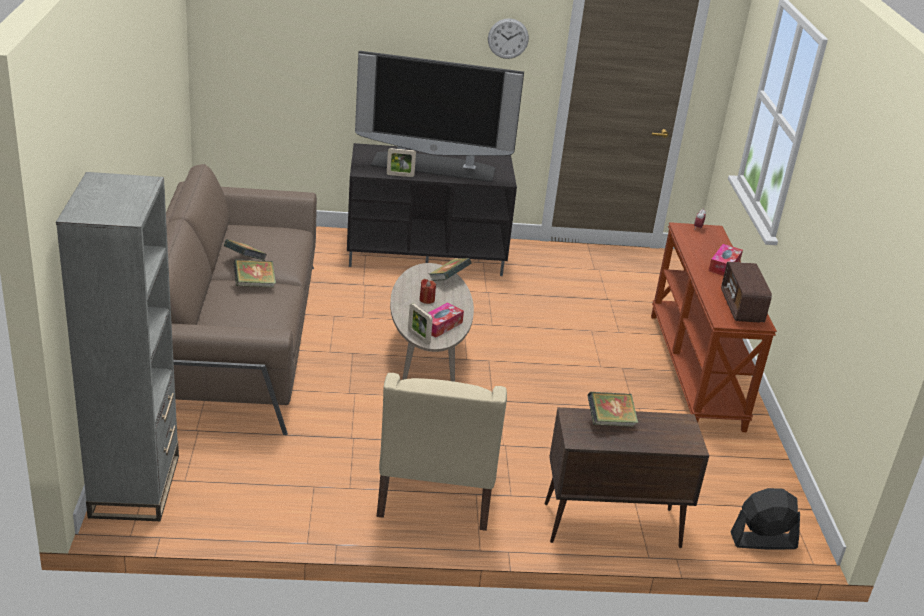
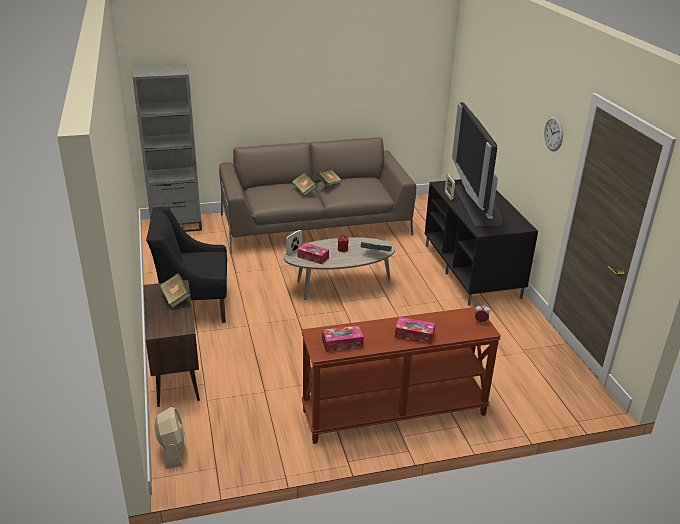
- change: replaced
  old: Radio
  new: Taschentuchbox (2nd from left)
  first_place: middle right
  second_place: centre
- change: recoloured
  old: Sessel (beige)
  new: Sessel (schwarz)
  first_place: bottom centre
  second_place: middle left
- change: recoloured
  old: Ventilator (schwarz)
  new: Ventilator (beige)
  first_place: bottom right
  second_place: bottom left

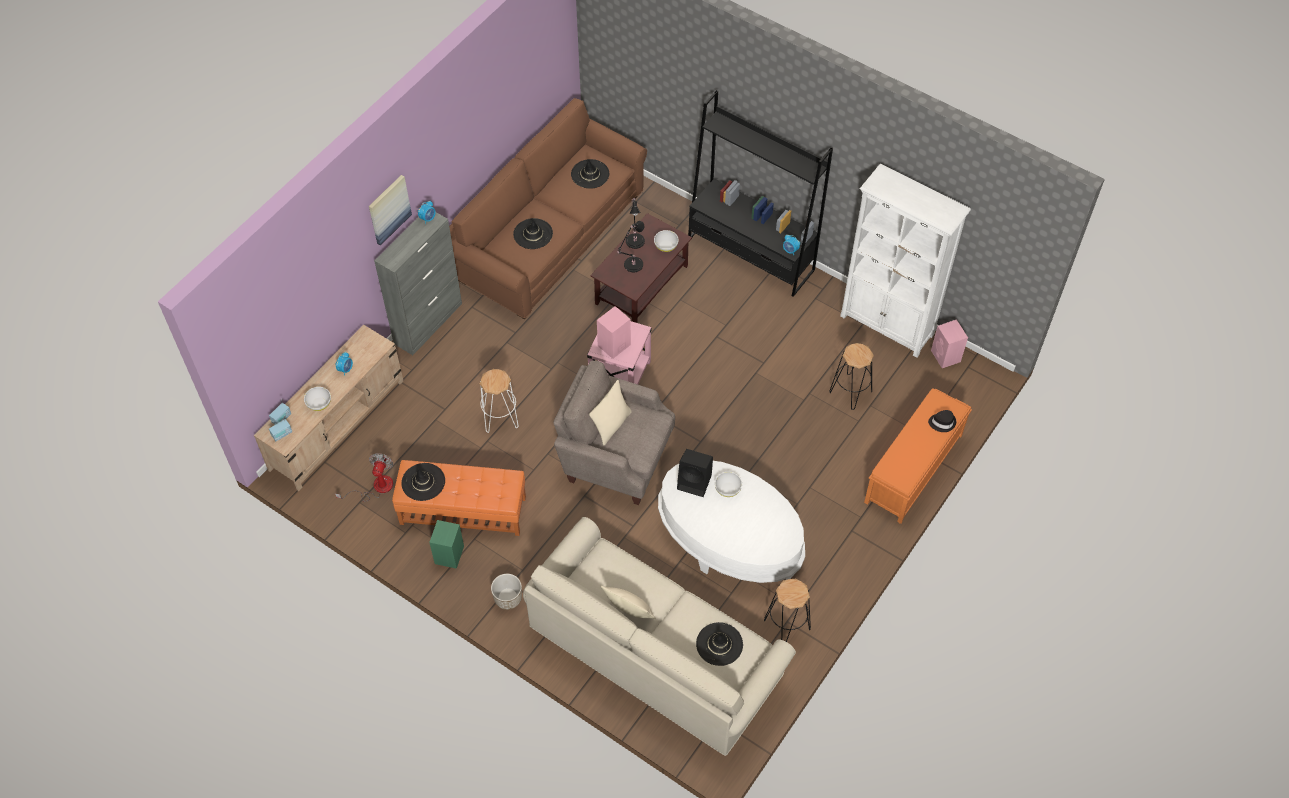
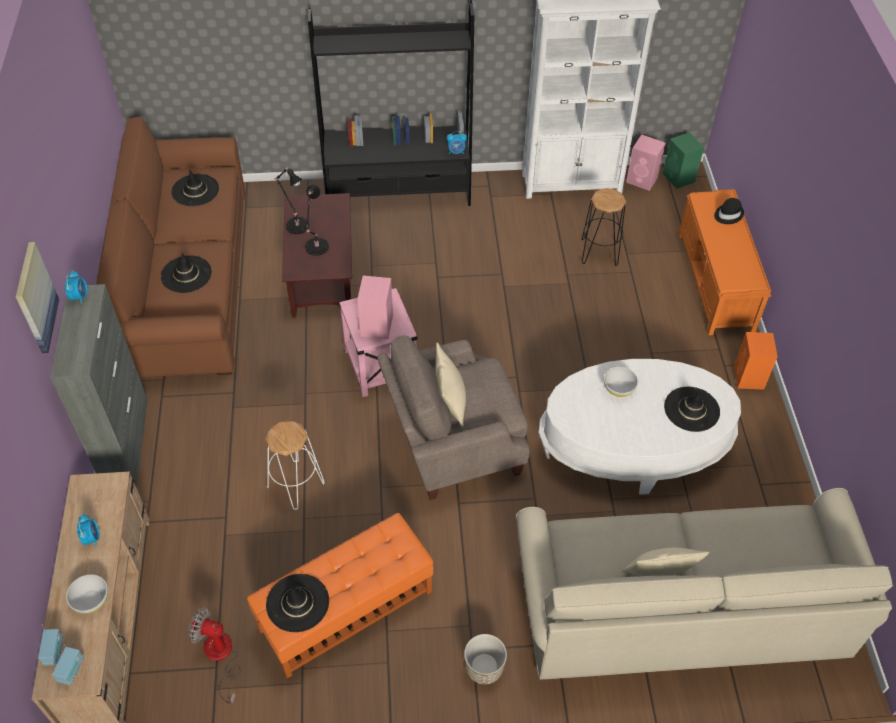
- change: removed
  old: Schüssel (weiß) (2nd from left)
  first_place: top centre
- change: removed
  old: Lautsprecher (schwarz)
  first_place: centre
- change: turned
  old: Ventilator
  first_place: middle left
  second_place: bottom left
  degrees: -45
- change: moved
  old: Lautsprecher (grün)
  first_place: bottom centre
  second_place: top right
- change: removed
  old: Hocker (schwarz) (1st from left)
  first_place: bottom centre
- change: moved
  old: Hut (schwarz) (4th from left)
  first_place: bottom centre
  second_place: middle right
- change: added
  new: Lautsprecher (orange)
  second_place: middle right

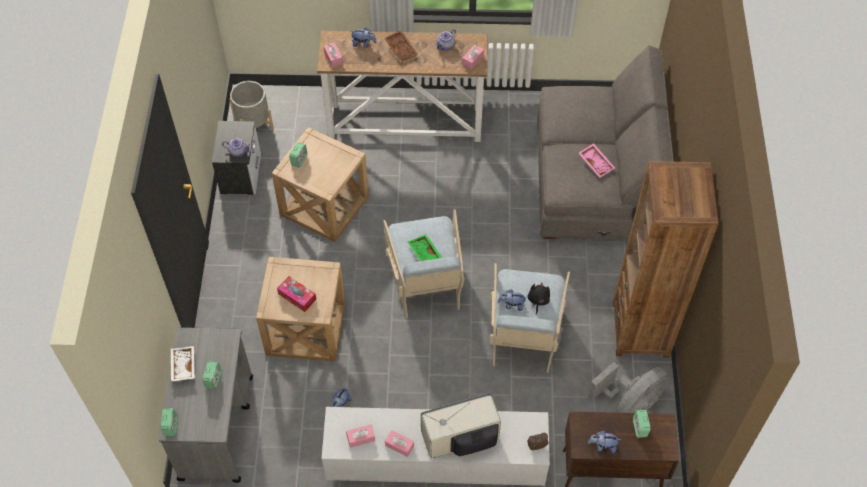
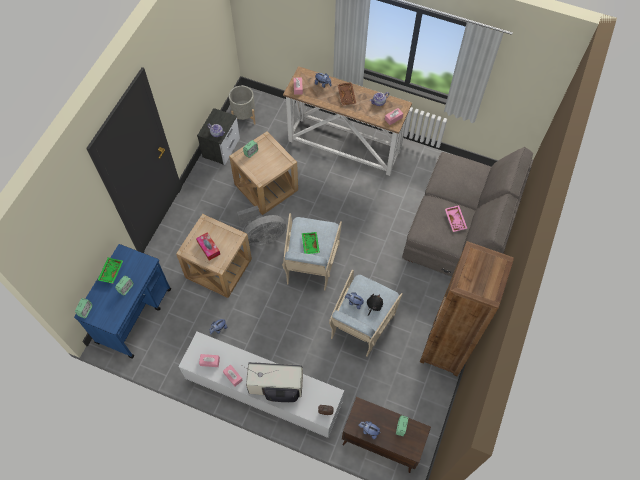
- change: recoloured
  old: Rollwagen (grau)
  new: Rollwagen (blau)
  first_place: bottom left
  second_place: middle left
- change: recoloured
  old: Tablett (weiß)
  new: Tablett (grün) (1st from left)
  first_place: bottom left
  second_place: middle left
- change: moved
  old: Ventilator (grau)
  first_place: bottom right
  second_place: centre

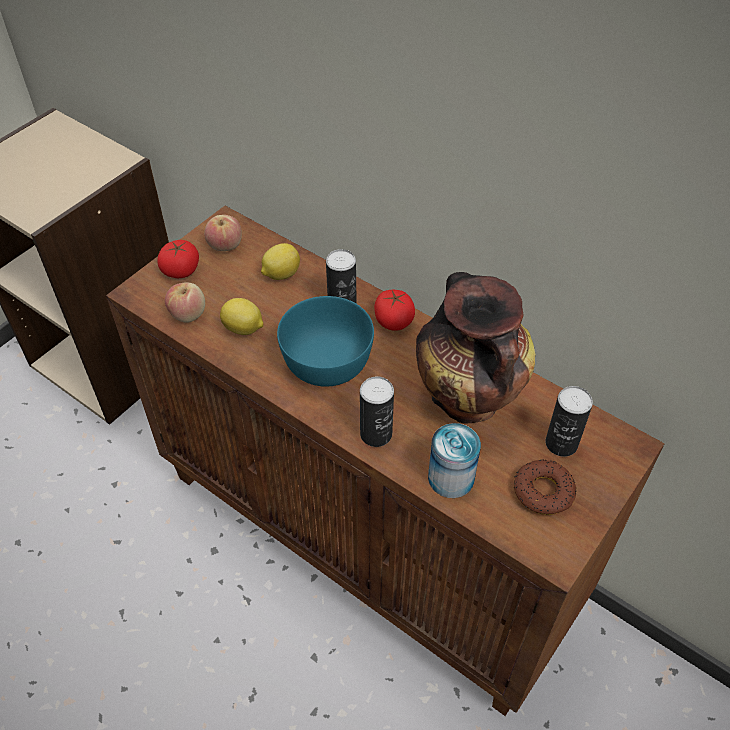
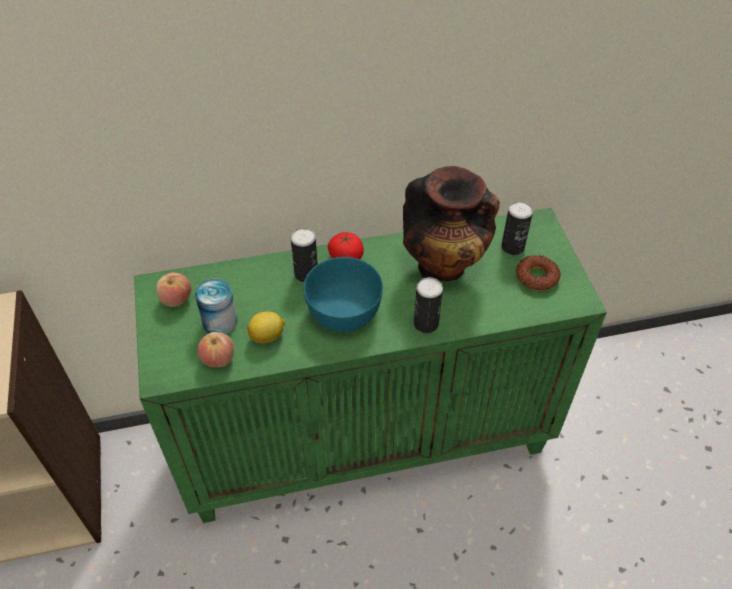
- change: recoloured
  old: Schrank (braun)
  new: Schrank (grün)
  first_place: centre
  second_place: centre
- change: removed
  old: Tomate (1st from left)
  first_place: middle left
- change: removed
  old: Zitrone (2nd from left)
  first_place: centre
- change: moved
  old: Dose (3rd from left in the first image)
  new: Dose (1st from left)
  first_place: centre
  second_place: middle left

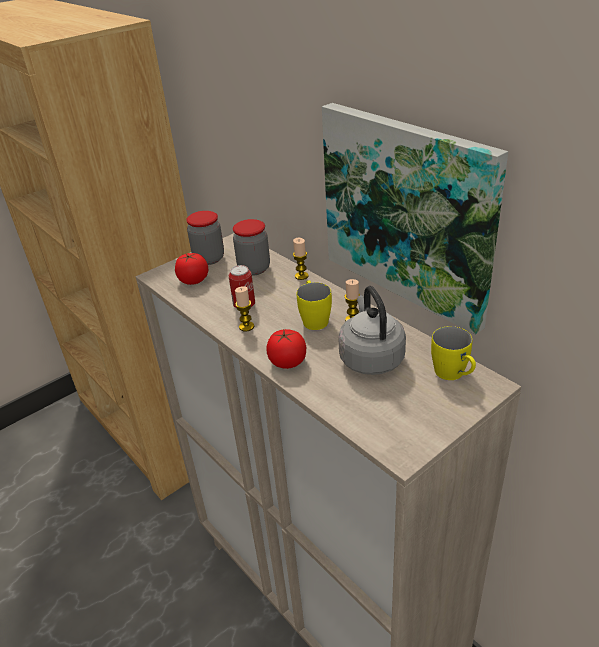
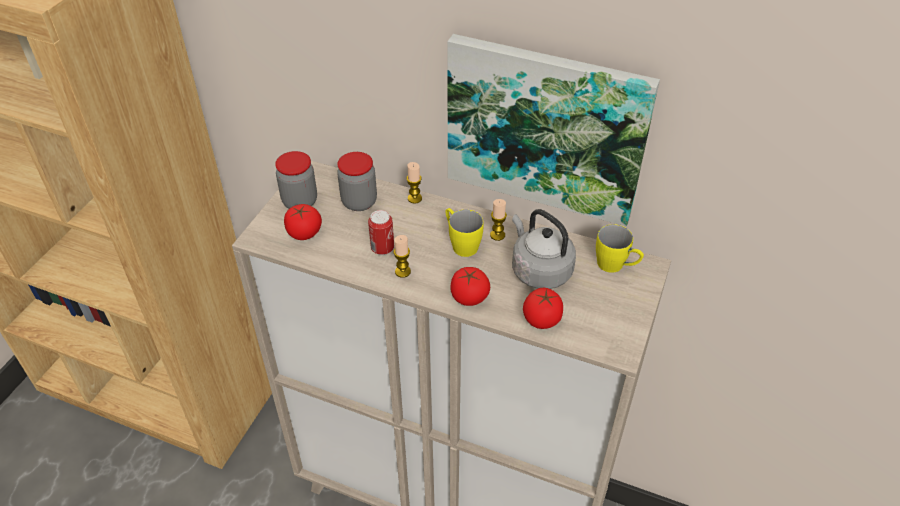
- change: added
  new: Tomate (3rd from left)
  second_place: centre

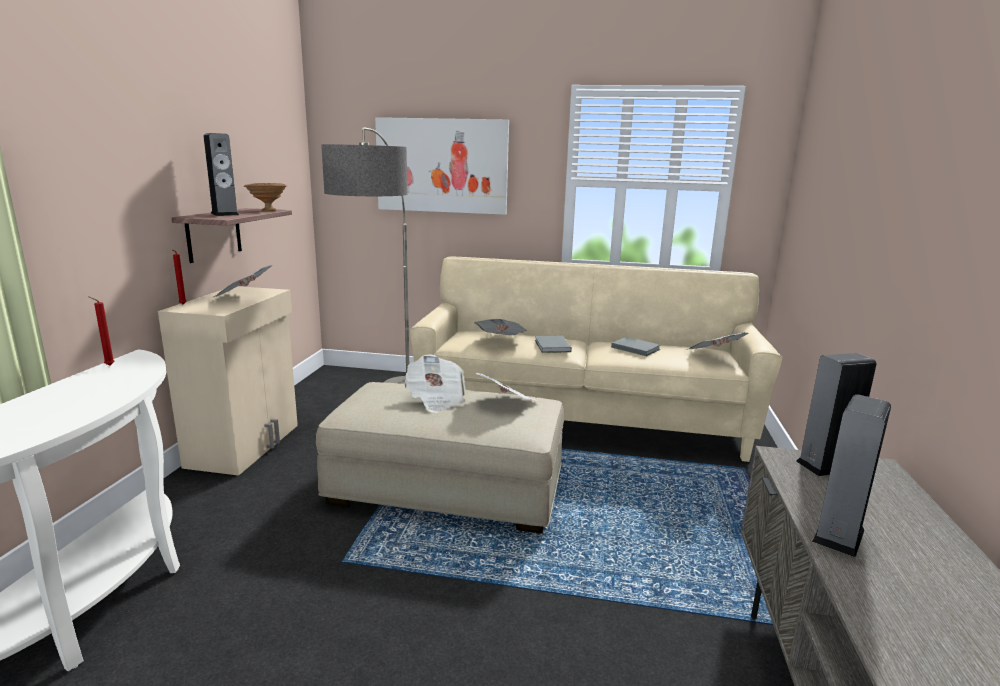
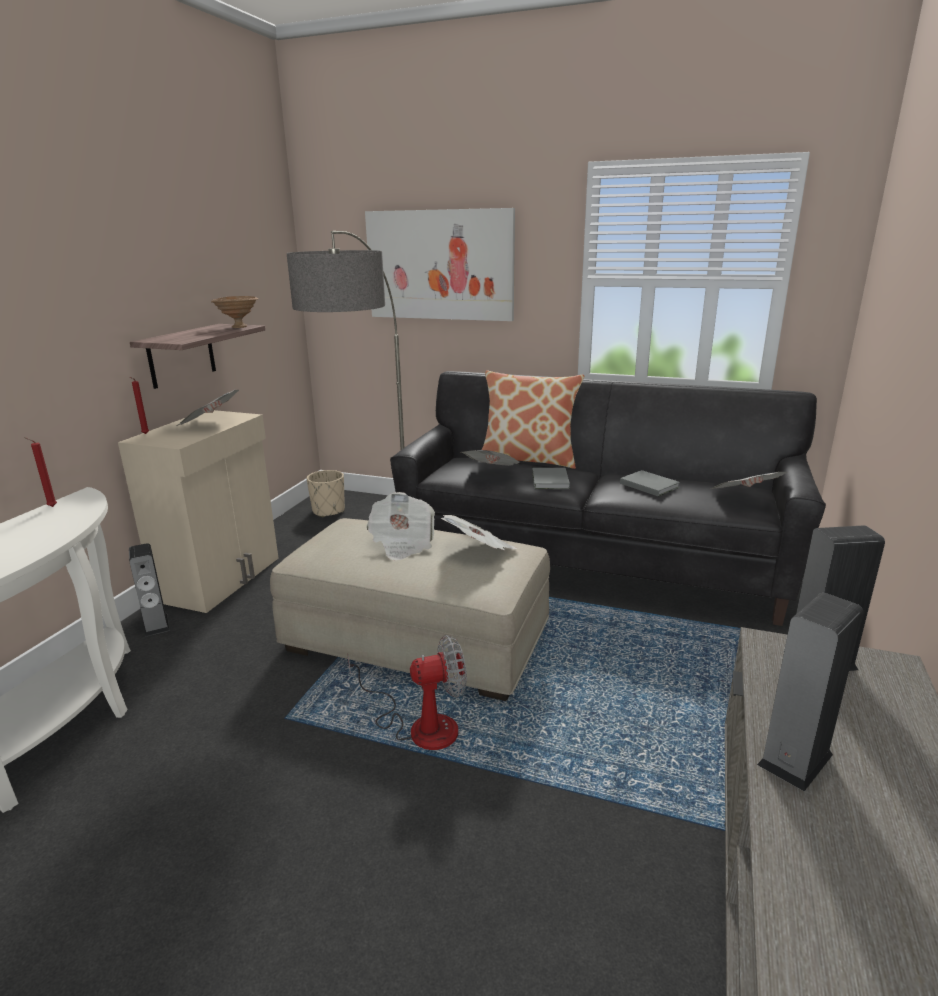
- change: moved
  old: Lautsprecher (1st from left)
  first_place: top left
  second_place: middle left
- change: recoloured
  old: Sofa (beige)
  new: Sofa (schwarz)
  first_place: centre
  second_place: centre
- change: added
  new: Kissen
  second_place: centre
- change: added
  new: Pflanzkübel (beige)
  second_place: centre
- change: added
  new: Ventilator
  second_place: bottom centre

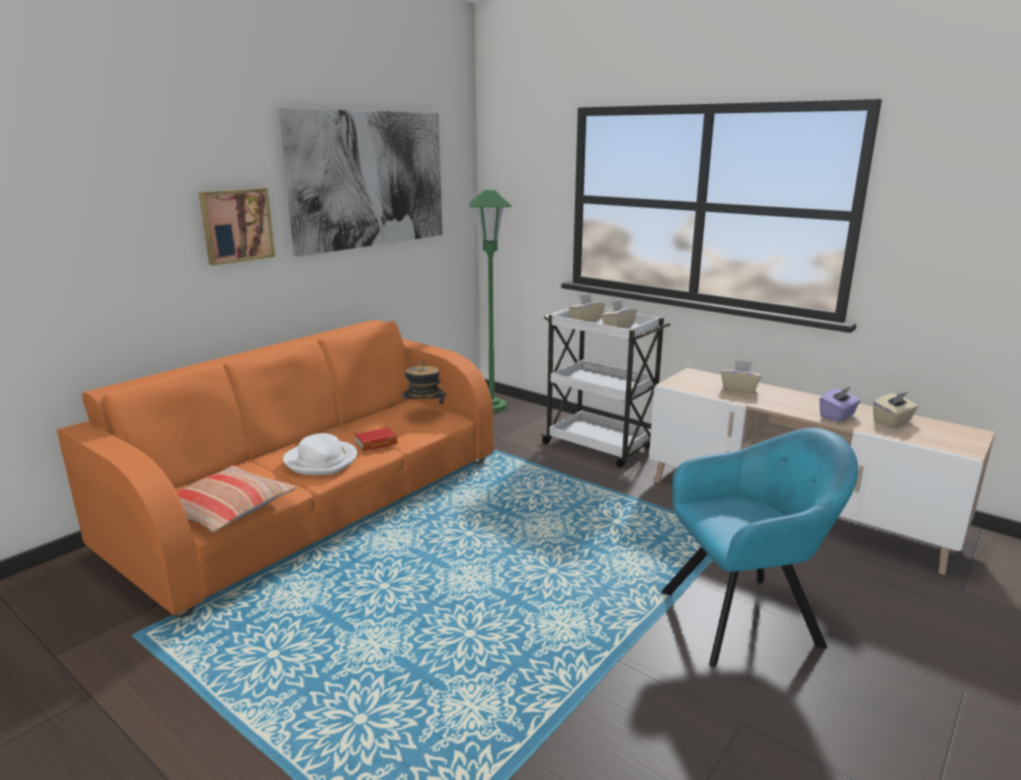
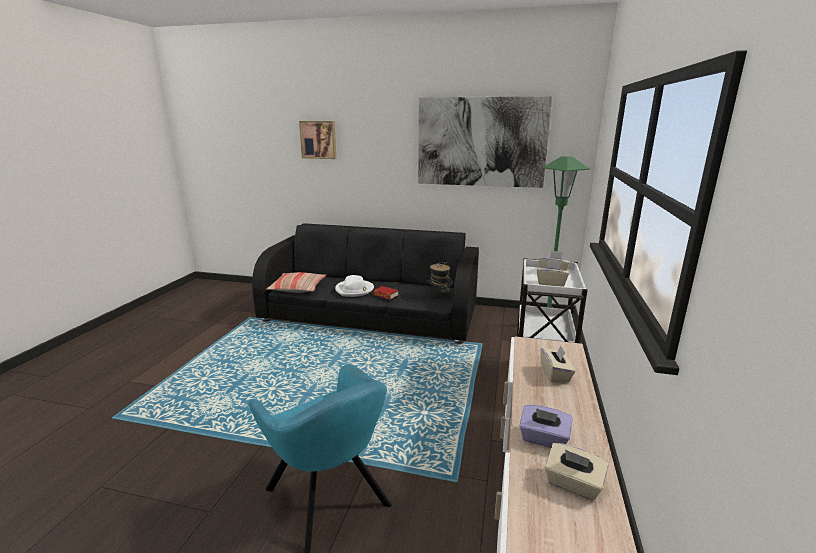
- change: moved
  old: Bild (1st from left)
  first_place: top left
  second_place: top centre
- change: recoloured
  old: Sofa (orange)
  new: Sofa (schwarz)
  first_place: middle left
  second_place: centre

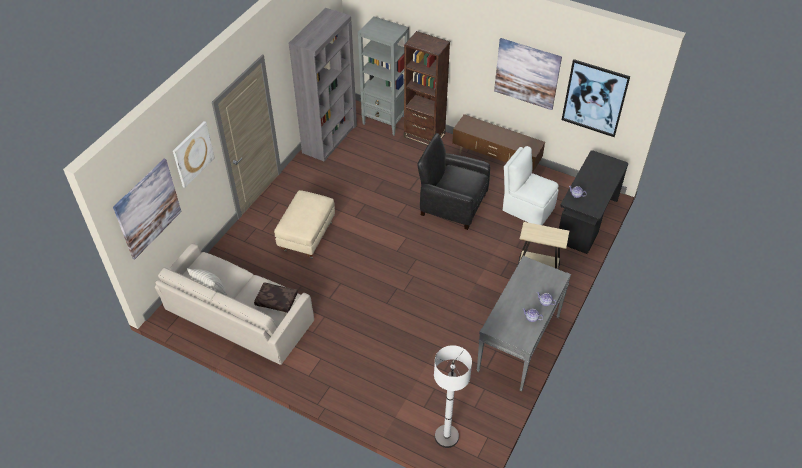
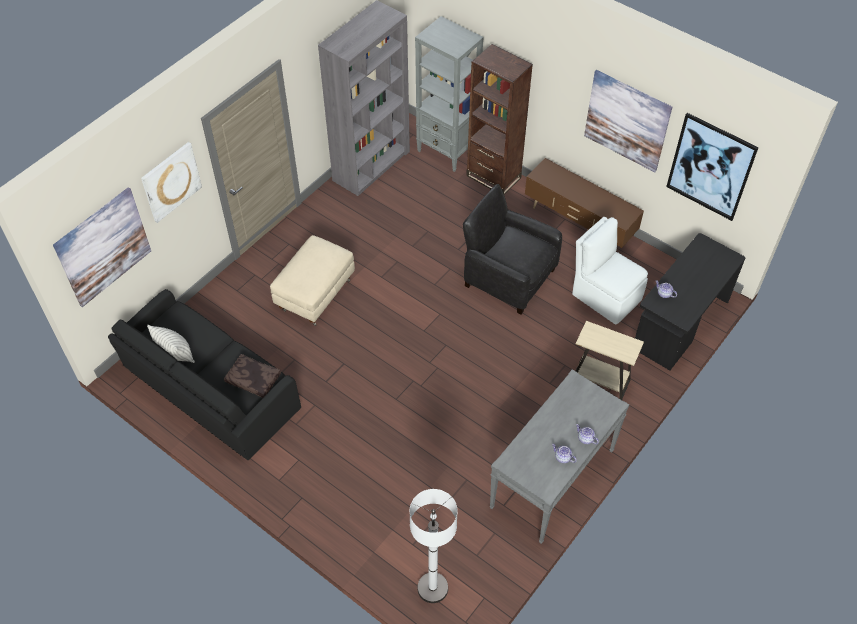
- change: recoloured
  old: Sofa (beige)
  new: Sofa (schwarz)
  first_place: middle left
  second_place: middle left

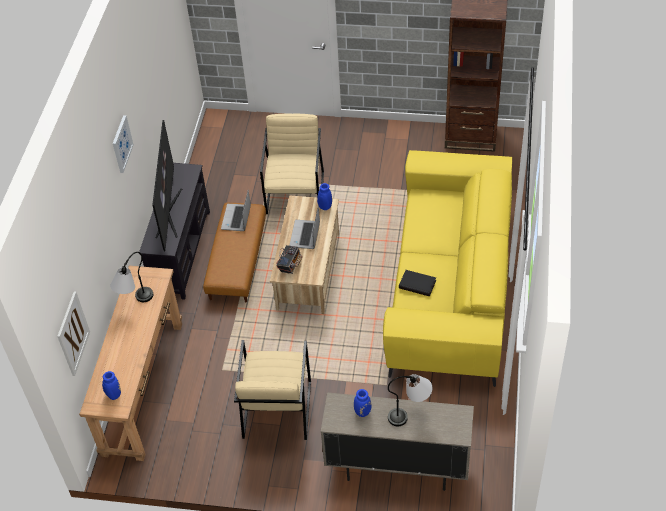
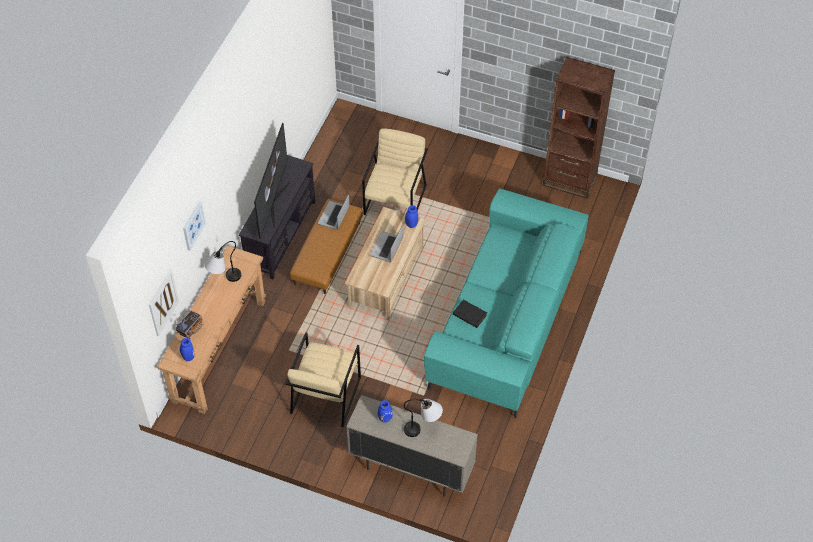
- change: moved
  old: Bild (2nd from left)
  first_place: top left
  second_place: middle left
- change: recoloured
  old: Sofa (gelb)
  new: Sofa (türkis)
  first_place: middle right
  second_place: centre
- change: moved
  old: Radio
  first_place: centre
  second_place: middle left

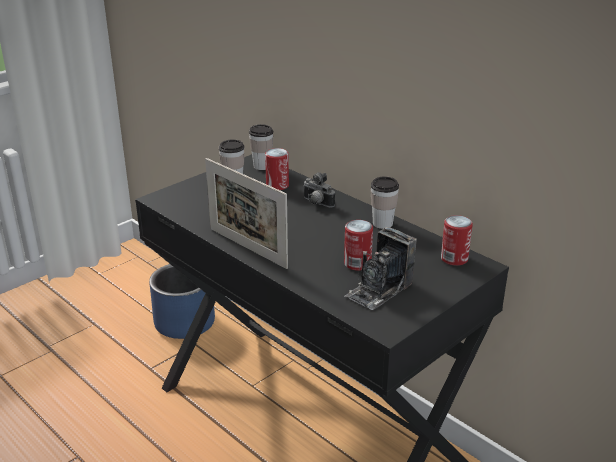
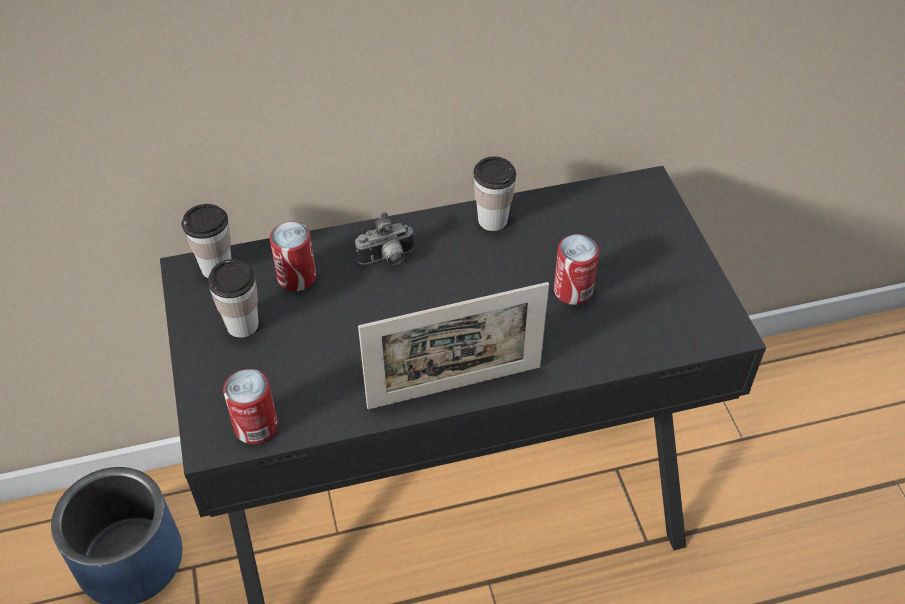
- change: moved
  old: Dose (3rd from left in the first image)
  new: Dose (1st from left)
  first_place: middle right
  second_place: bottom left
- change: removed
  old: Kamera (2nd from left)
  first_place: centre

